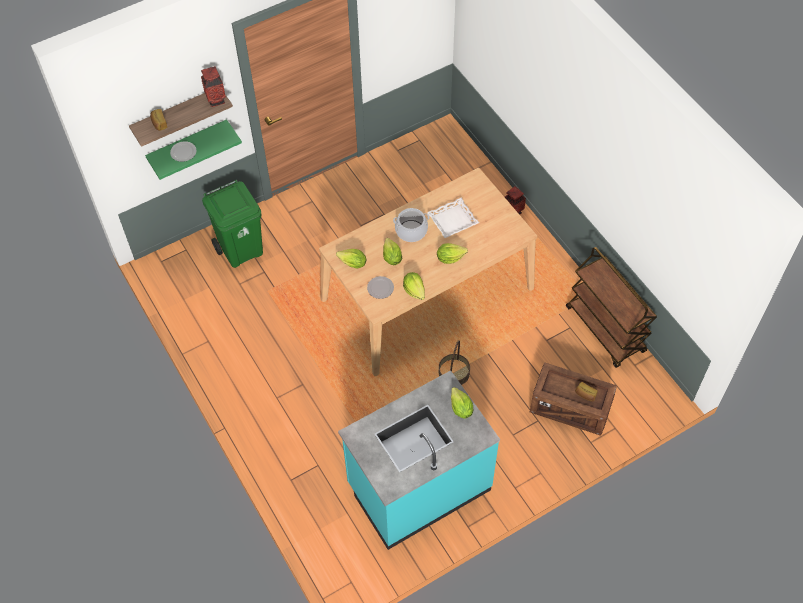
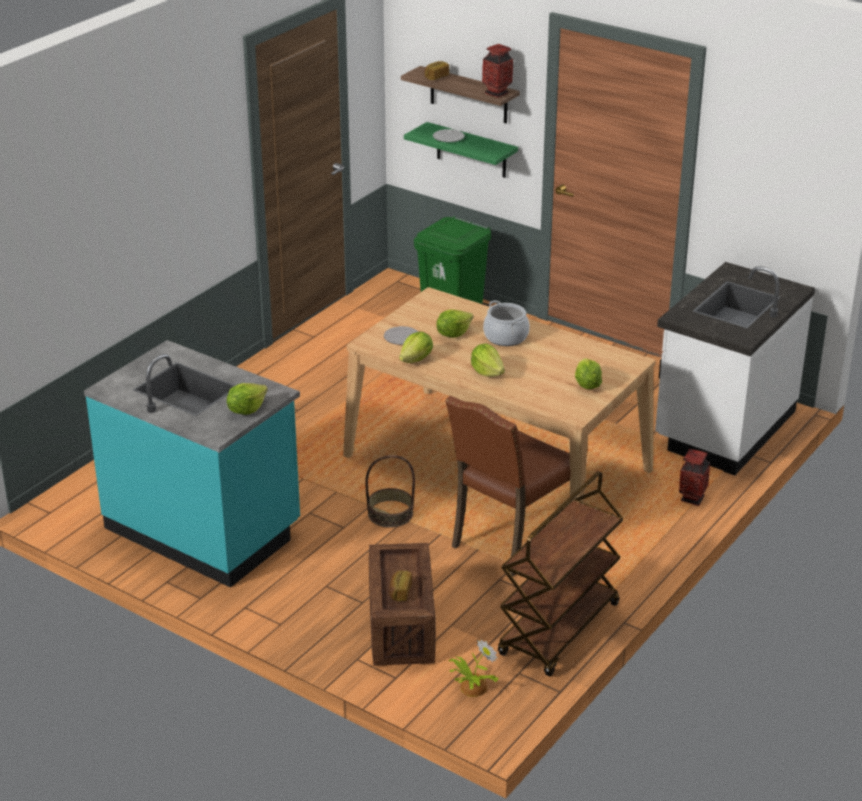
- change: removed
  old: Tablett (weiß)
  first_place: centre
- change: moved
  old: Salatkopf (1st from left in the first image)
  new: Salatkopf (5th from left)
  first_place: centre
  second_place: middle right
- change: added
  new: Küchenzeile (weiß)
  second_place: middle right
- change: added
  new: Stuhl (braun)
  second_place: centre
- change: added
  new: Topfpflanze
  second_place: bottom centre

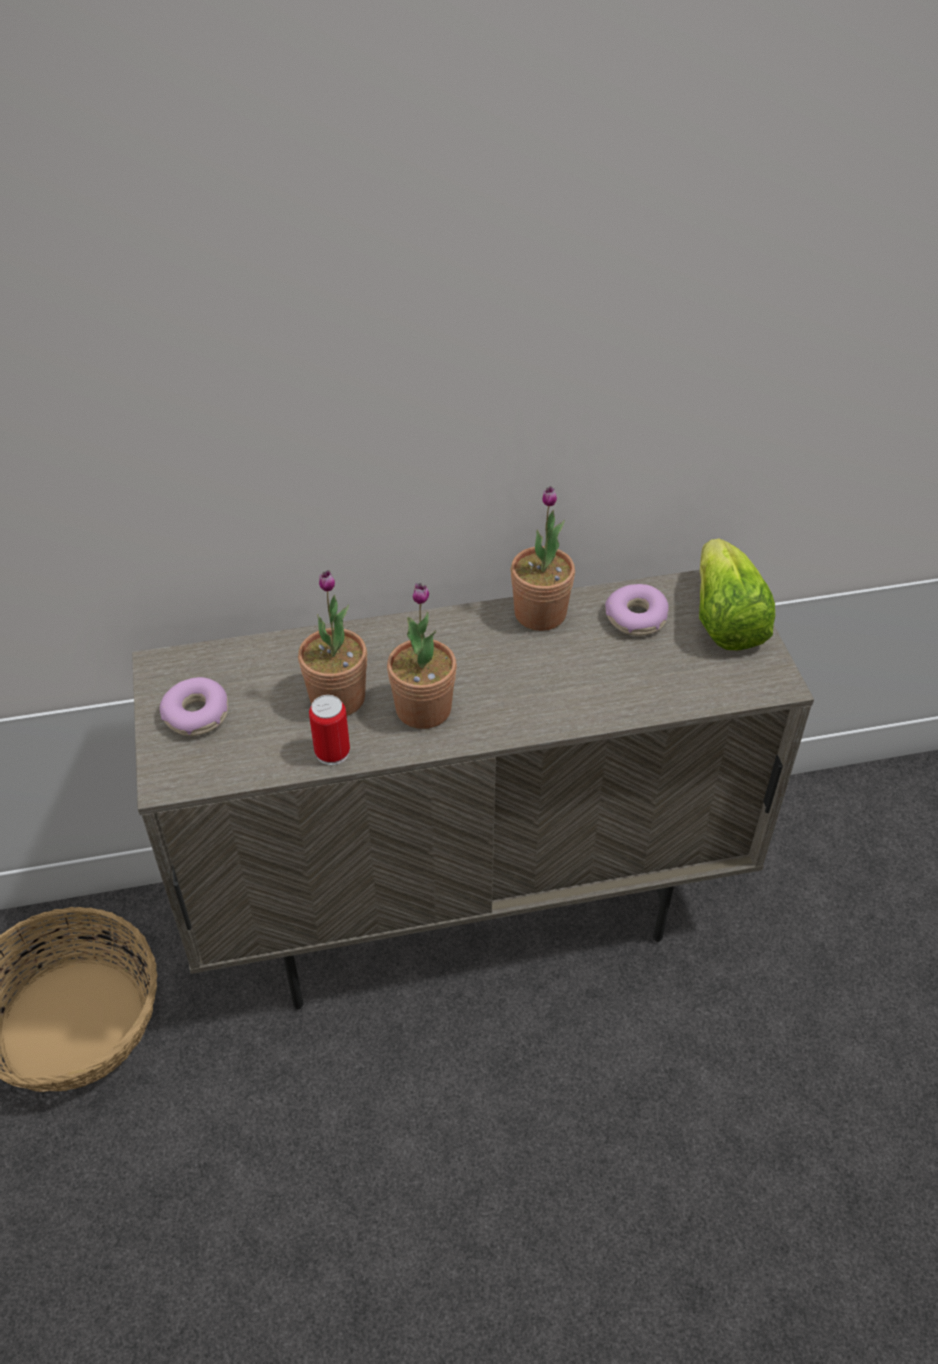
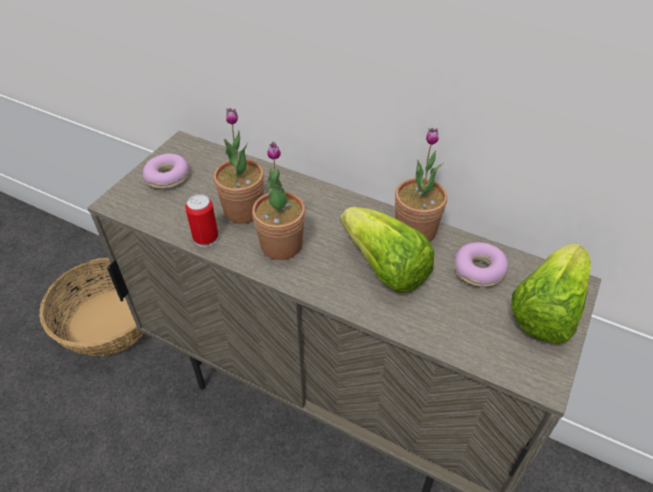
- change: added
  new: Salatkopf (1st from left)
  second_place: centre

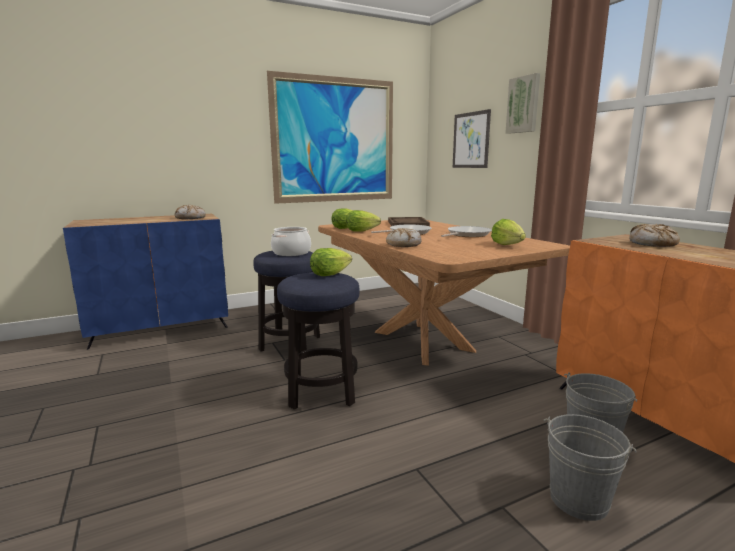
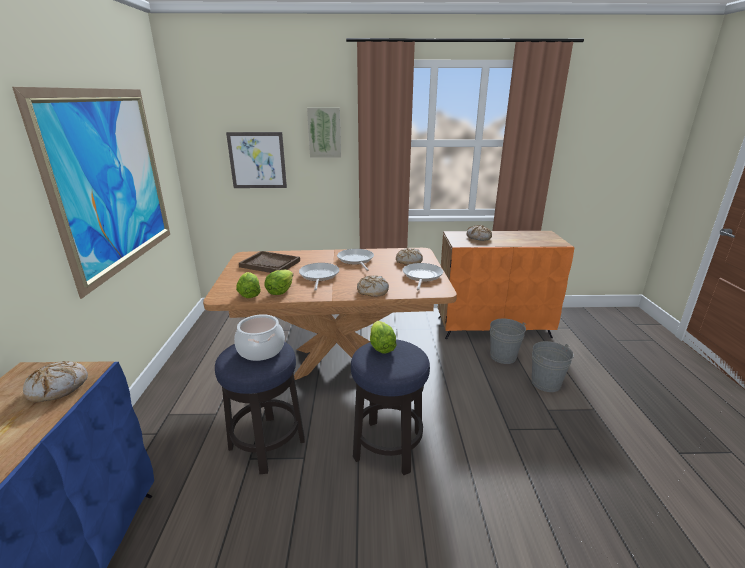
- change: replaced
  old: Salatkopf (4th from left)
  new: Brot (3rd from left)
  first_place: middle right
  second_place: centre
- change: added
  new: Pfanne (3rd from left)
  second_place: centre

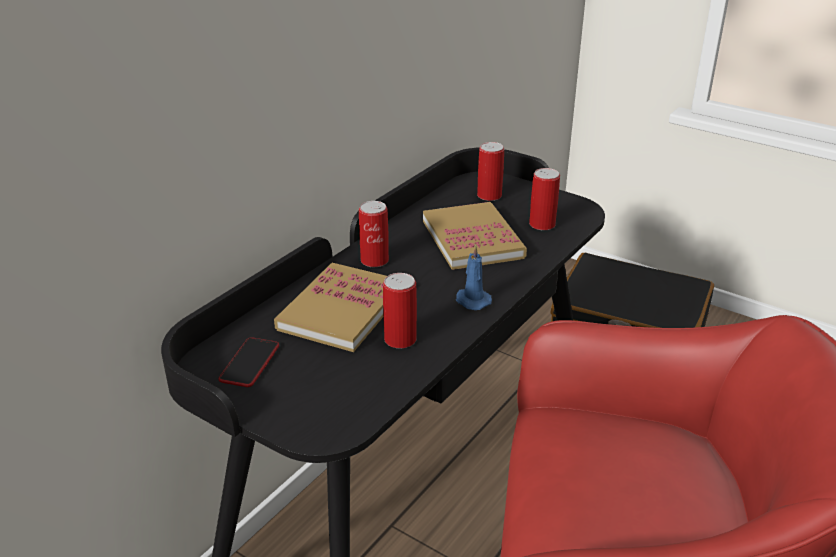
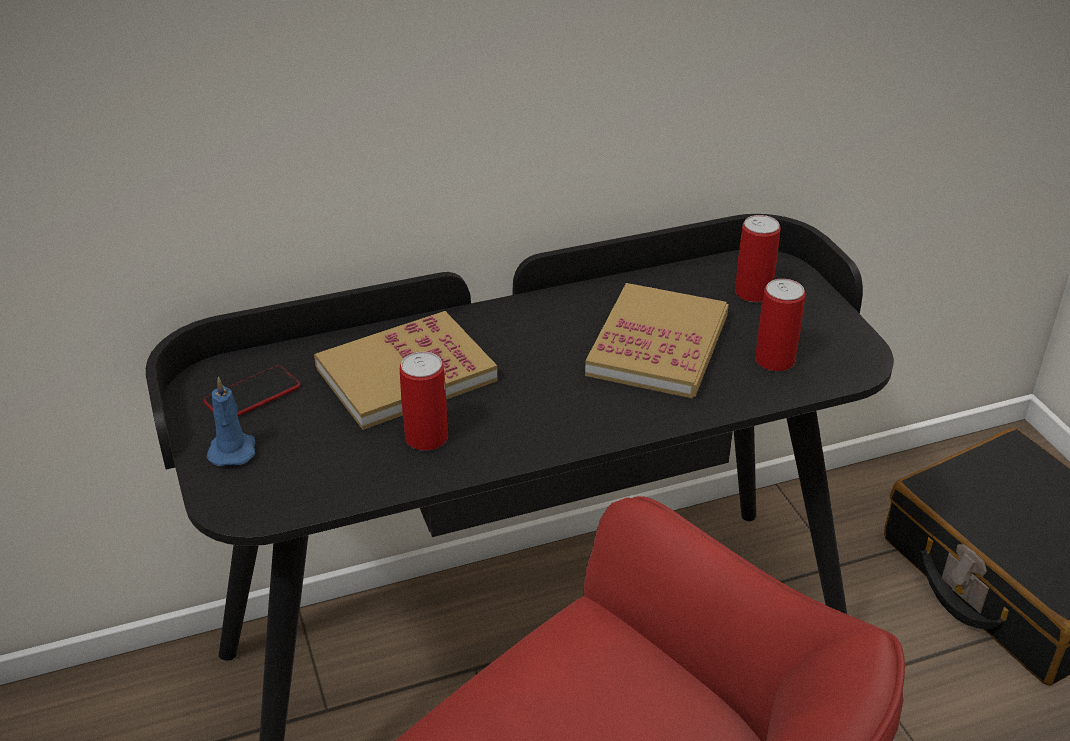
- change: removed
  old: Dose (1st from left)
  first_place: centre
- change: moved
  old: Kerze (blau)
  first_place: centre
  second_place: middle left

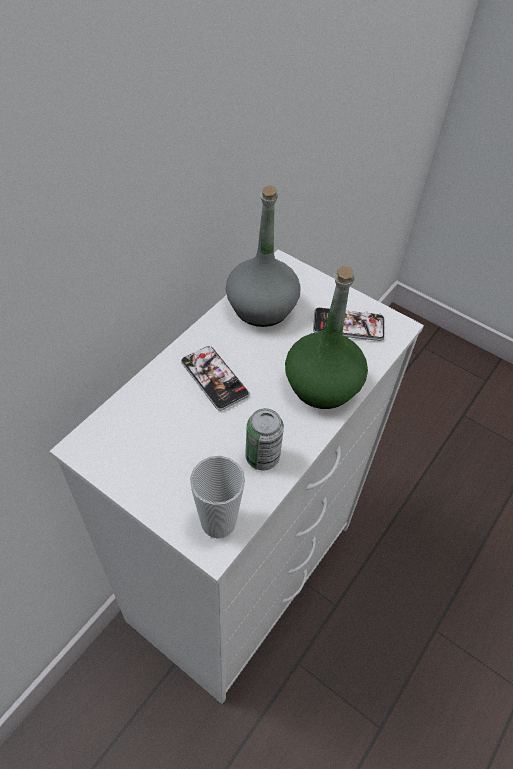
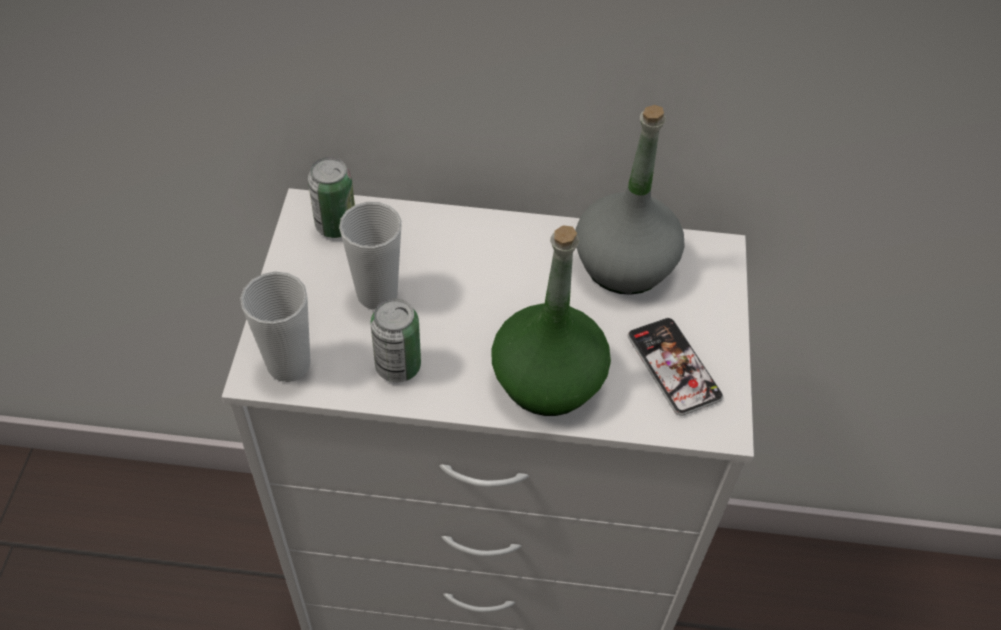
- change: removed
  old: Handy (1st from left)
  first_place: centre
- change: added
  new: Dose (1st from left)
  second_place: top left
- change: added
  new: Tasse (2nd from left)
  second_place: centre

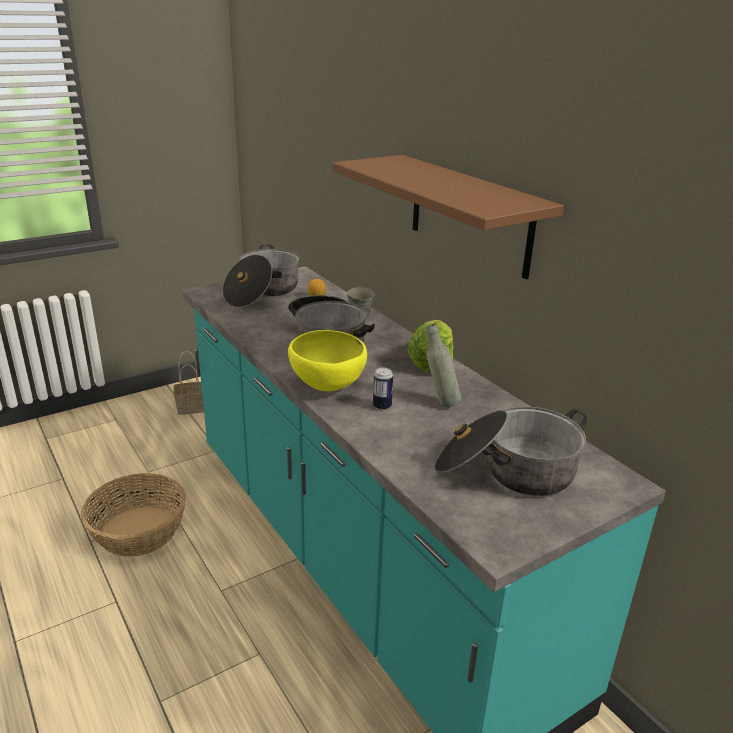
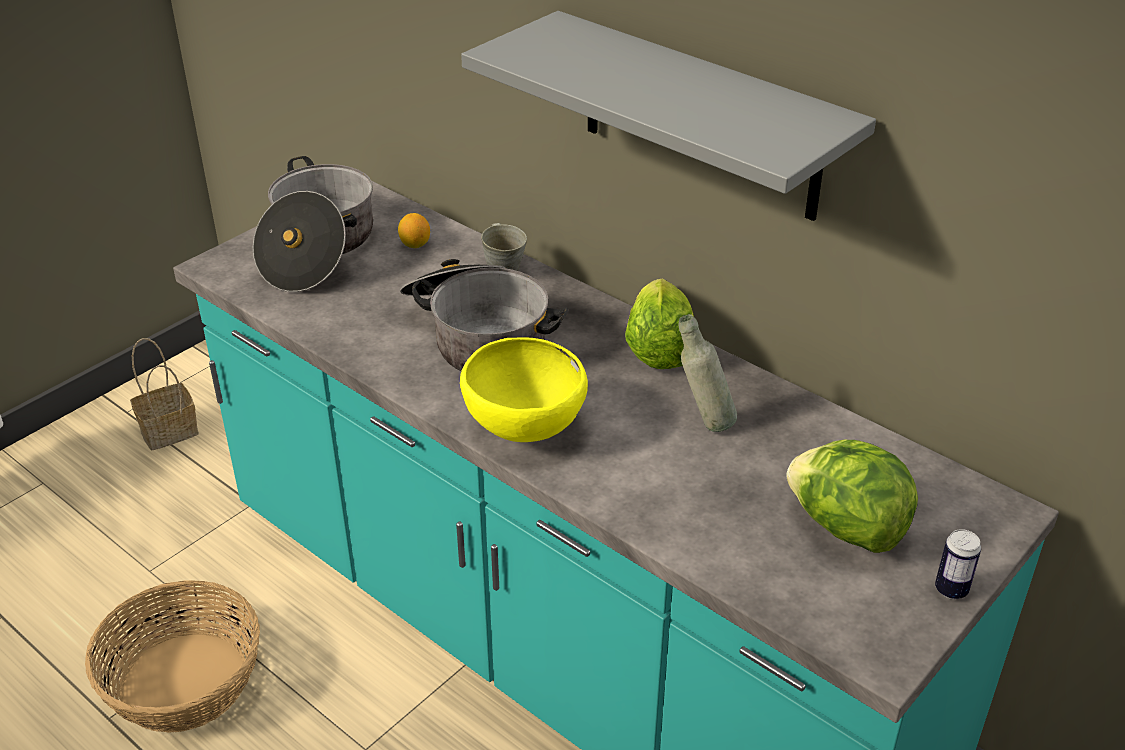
- change: recoloured
  old: Wandregal (braun)
  new: Wandregal (grau)
  first_place: top centre
  second_place: top centre
- change: moved
  old: Dose
  first_place: centre
  second_place: bottom right
- change: replaced
  old: Kochtopf (3rd from left)
  new: Salatkopf (2nd from left)
  first_place: middle right
  second_place: middle right

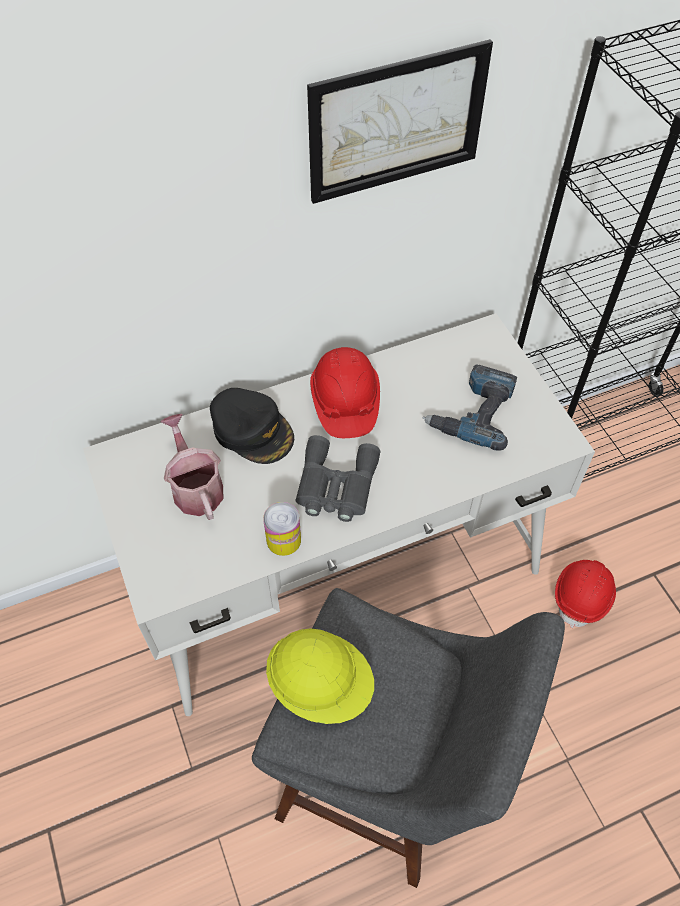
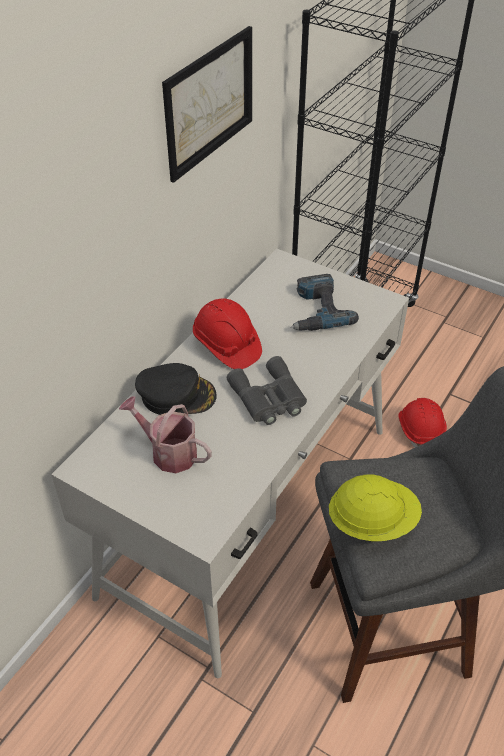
- change: removed
  old: Dose
  first_place: centre

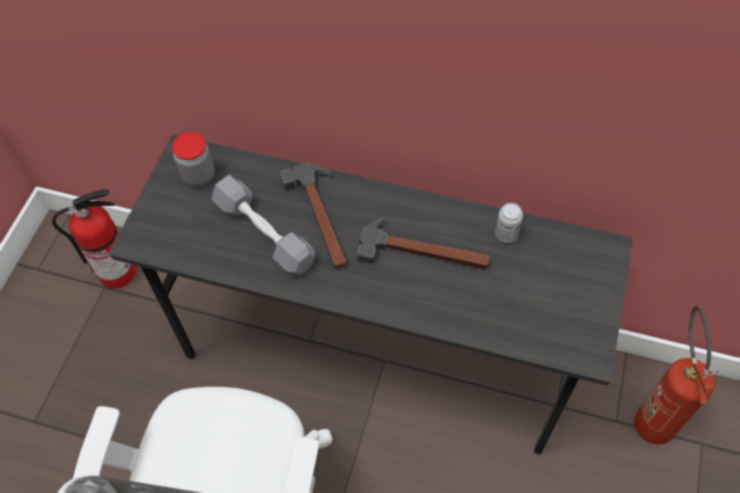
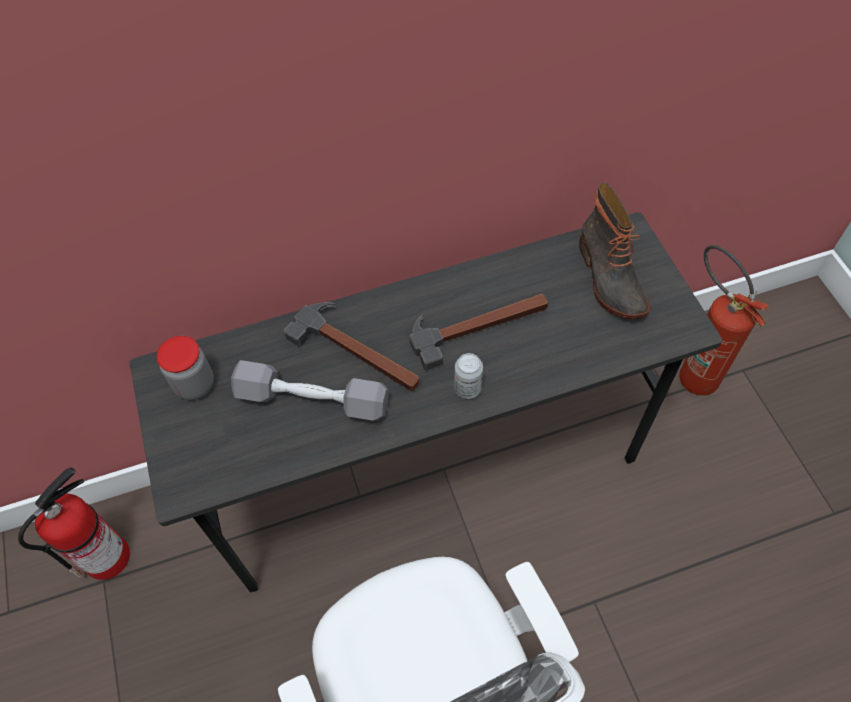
- change: moved
  old: Dose
  first_place: middle right
  second_place: centre
- change: added
  new: Stiefel
  second_place: middle right

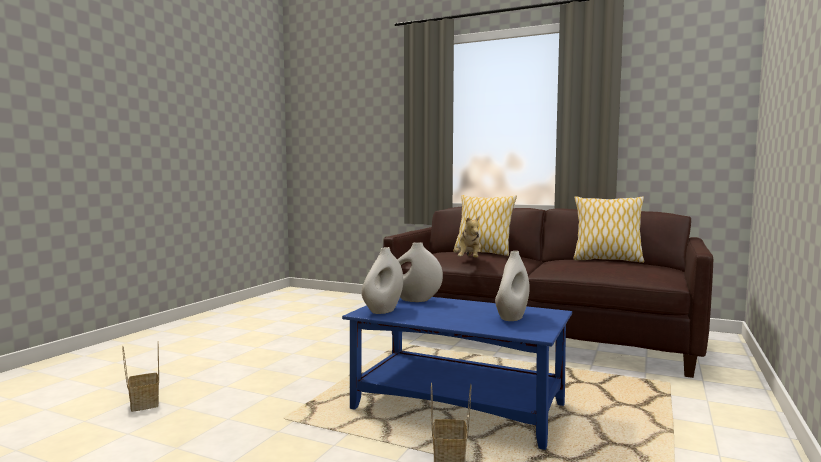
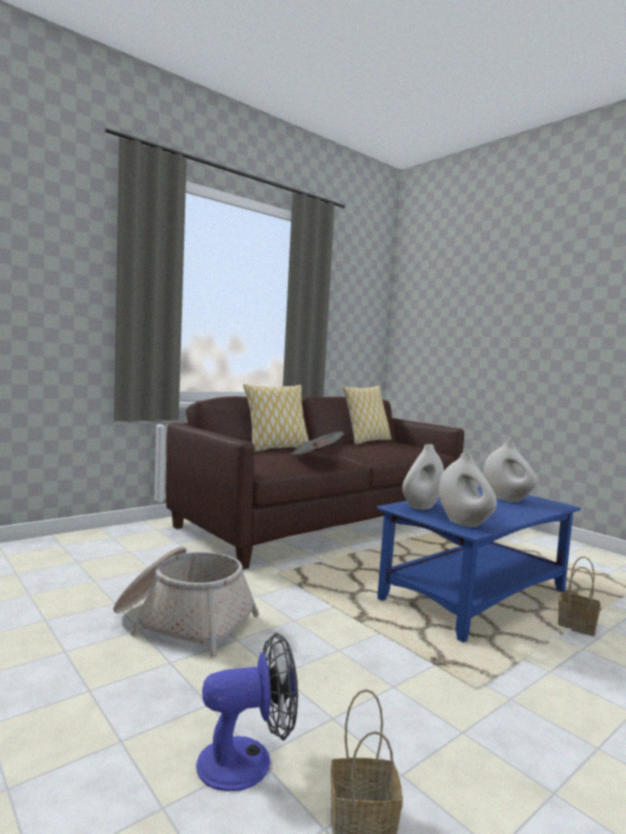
- change: replaced
  old: Plüschtier
  new: Zeitung
  first_place: centre
  second_place: centre
- change: added
  new: Korb (1st from left)
  second_place: bottom left
- change: added
  new: Ventilator
  second_place: bottom centre

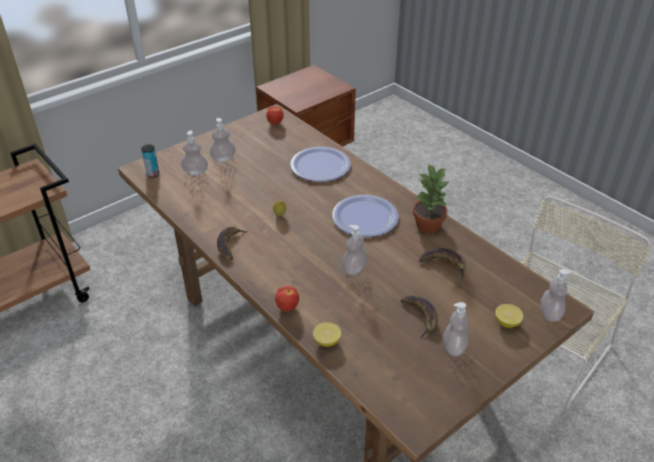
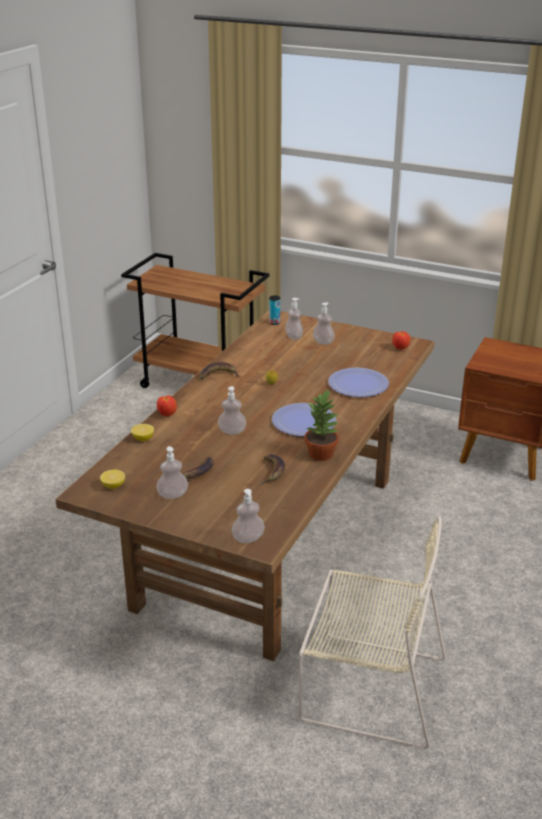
- change: moved
  old: Zitrone (3rd from left in the first image)
  new: Zitrone (1st from left)
  first_place: bottom right
  second_place: middle left

